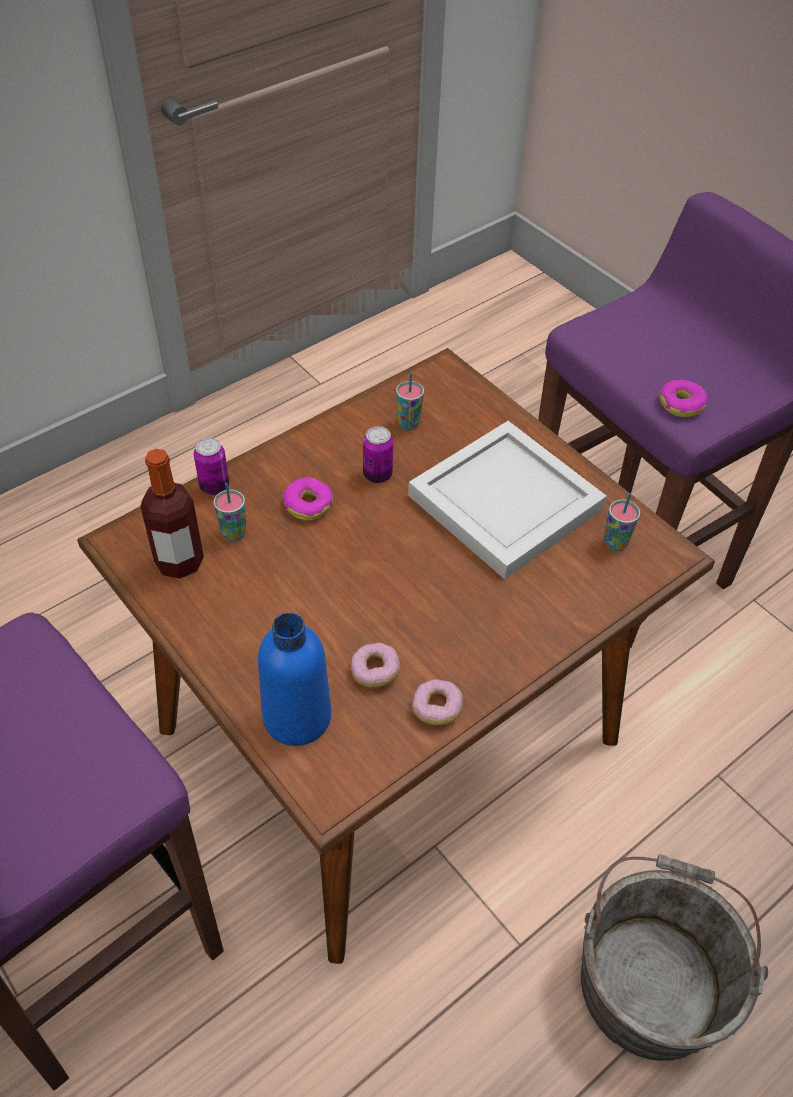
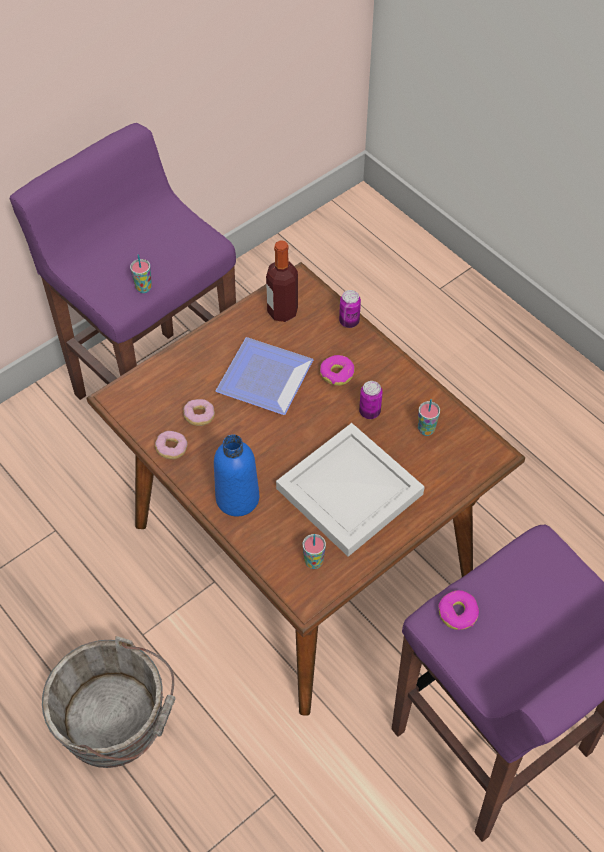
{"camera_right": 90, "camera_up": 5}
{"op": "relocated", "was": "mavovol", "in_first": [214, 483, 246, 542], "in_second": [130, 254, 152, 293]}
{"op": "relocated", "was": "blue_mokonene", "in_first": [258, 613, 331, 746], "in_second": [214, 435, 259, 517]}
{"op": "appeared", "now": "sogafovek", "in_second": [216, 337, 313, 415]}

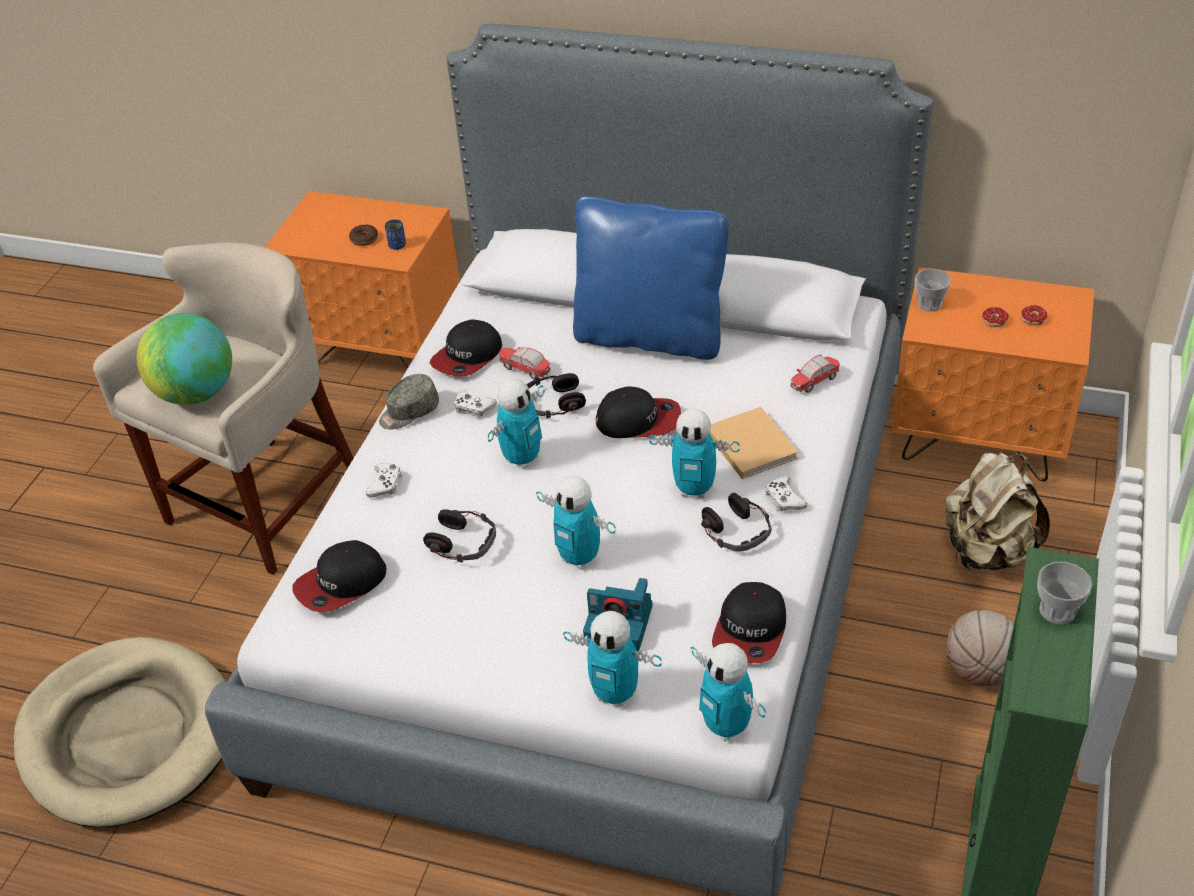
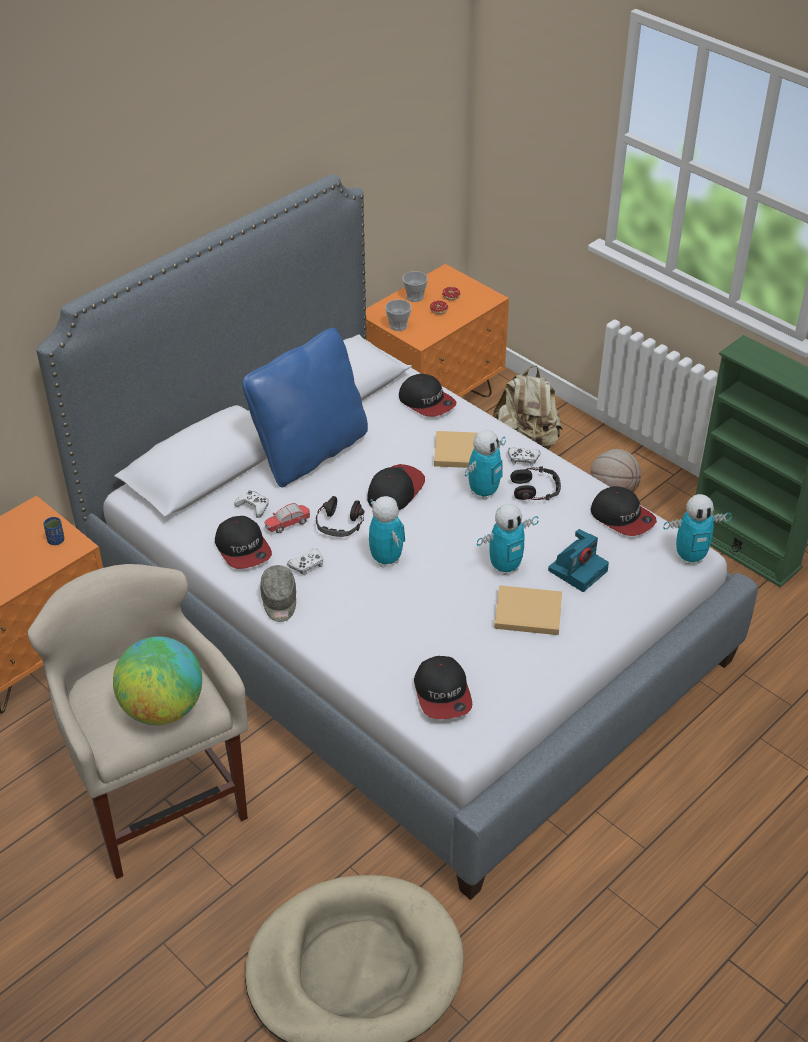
{"camera_right": -65, "camera_up": 0}
{"op": "relocated", "was": "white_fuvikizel", "in_first": [366, 463, 402, 497], "in_second": [234, 490, 269, 518]}
{"op": "exchanged", "was": "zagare", "now": "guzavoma", "in_first": [790, 355, 840, 393], "in_second": [399, 374, 456, 417]}
{"op": "relocated", "was": "mavovol", "in_first": [1038, 562, 1092, 624], "in_second": [402, 271, 428, 302]}
{"op": "appeared", "now": "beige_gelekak", "in_second": [494, 585, 562, 635]}
{"op": "missing", "was": "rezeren", "in_first": [349, 224, 378, 246]}
{"op": "missing", "was": "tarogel", "in_first": [423, 509, 496, 563]}
{"op": "missing", "was": "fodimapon", "in_first": [563, 611, 662, 707]}

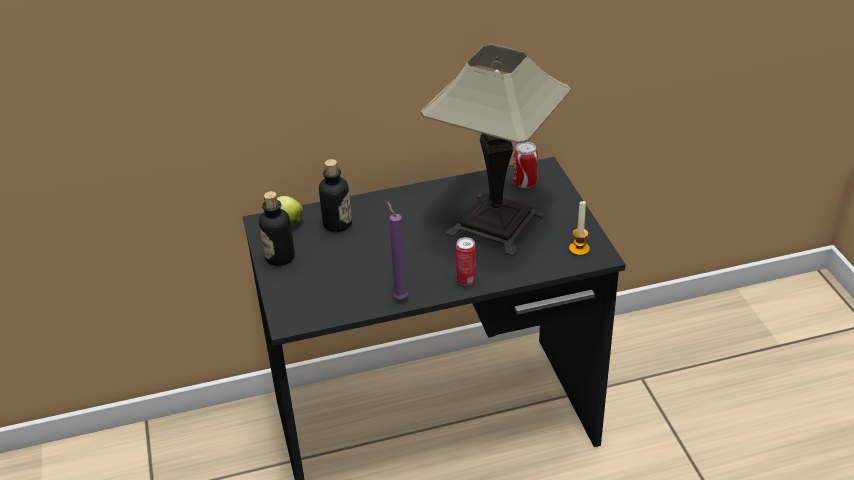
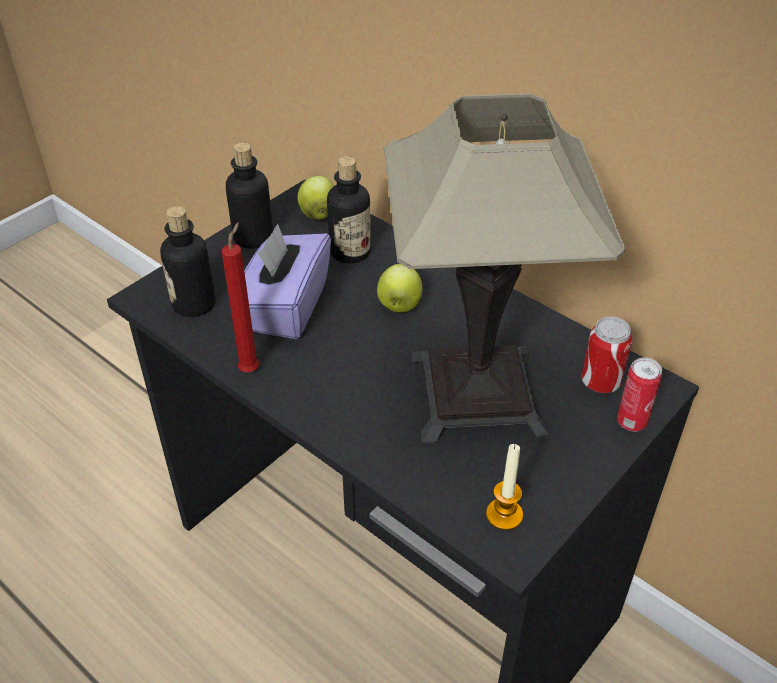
{"camera_right": 55, "camera_up": 5}
{"op": "appeared", "now": "mokonene", "in_second": [160, 206, 215, 317]}
{"op": "colour", "was": "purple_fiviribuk", "now": "red_fiviribuk", "in_first": [387, 201, 408, 299], "in_second": [221, 222, 259, 372]}
{"op": "appeared", "now": "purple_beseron", "in_second": [244, 223, 331, 339]}
{"op": "appeared", "now": "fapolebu", "in_second": [377, 264, 422, 313]}
{"op": "relocated", "was": "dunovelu", "in_first": [456, 237, 476, 285], "in_second": [617, 358, 662, 432]}

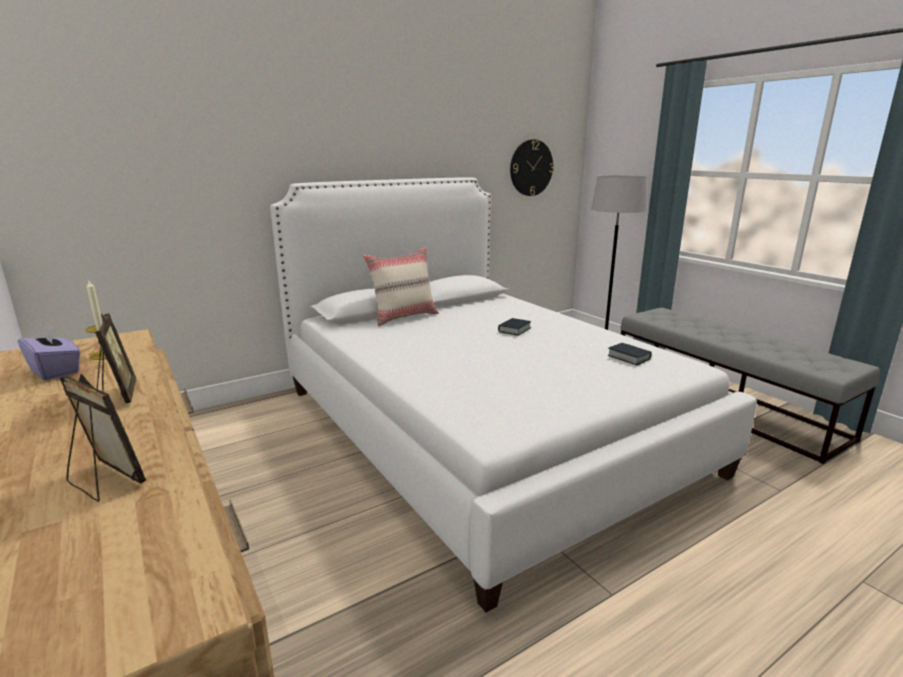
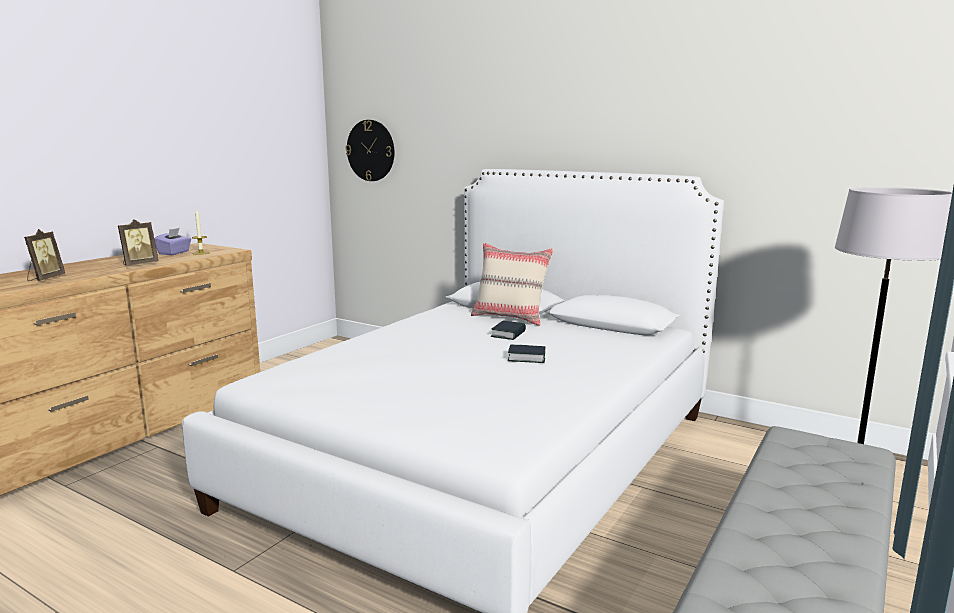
{"camera_right": 65, "camera_up": -5}
{"op": "relocated", "was": "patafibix", "in_first": [510, 139, 554, 196], "in_second": [346, 120, 394, 181]}
{"op": "relocated", "was": "gelekak", "in_first": [607, 343, 652, 365], "in_second": [491, 321, 526, 340]}

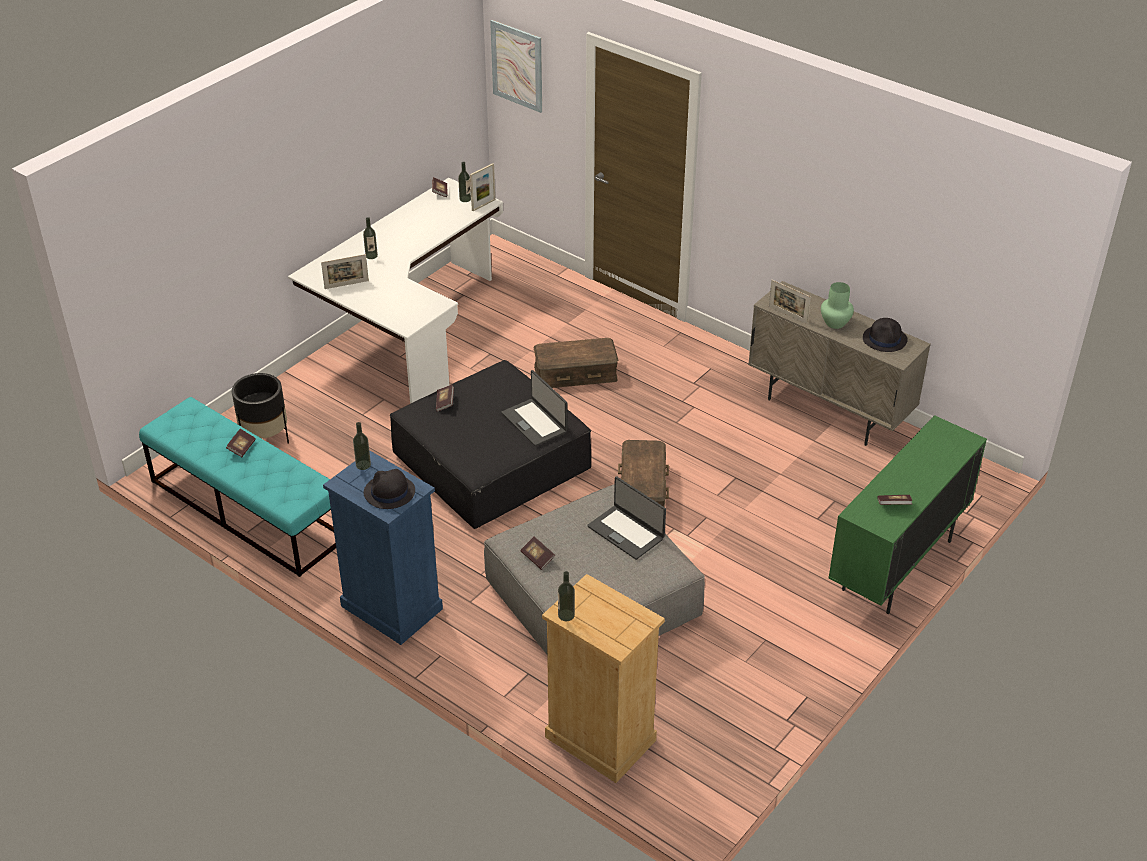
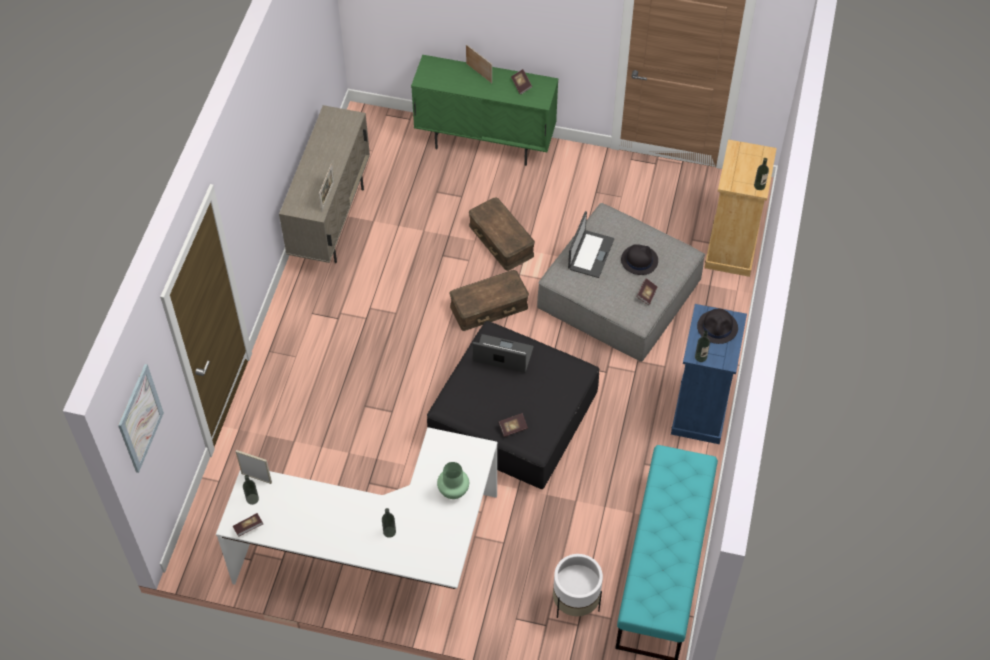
{"camera_right": -115, "camera_up": 15}
{"op": "relocated", "was": "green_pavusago", "in_first": [821, 282, 854, 329], "in_second": [437, 462, 469, 499]}
{"op": "relocated", "was": "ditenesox", "in_first": [321, 254, 369, 289], "in_second": [466, 44, 492, 83]}
{"op": "relocated", "was": "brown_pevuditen", "in_first": [533, 338, 618, 388], "in_second": [469, 198, 535, 271]}
{"op": "spun", "was": "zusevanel", "in_first": [501, 370, 567, 446], "in_second": [472, 334, 534, 373], "clockwise": -105}
{"op": "colour", "was": "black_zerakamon", "now": "white_zerakamon", "in_first": [232, 373, 289, 444], "in_second": [553, 554, 603, 618]}
{"op": "relocated", "was": "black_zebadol", "in_first": [863, 318, 908, 352], "in_second": [621, 244, 658, 275]}
{"op": "missing", "was": "gelekak", "in_first": [226, 429, 256, 457]}

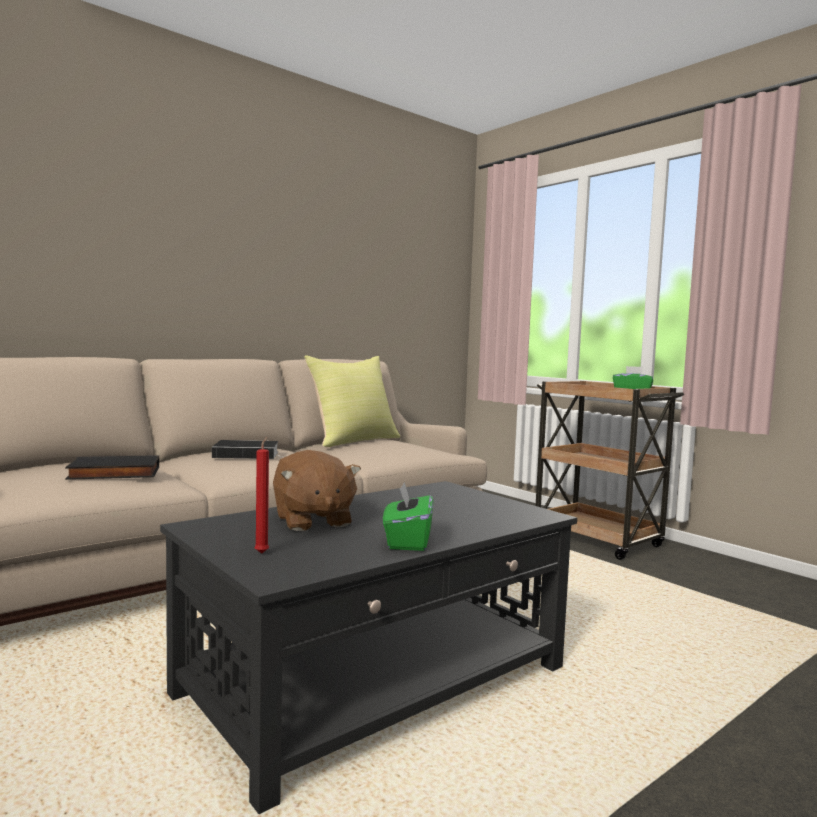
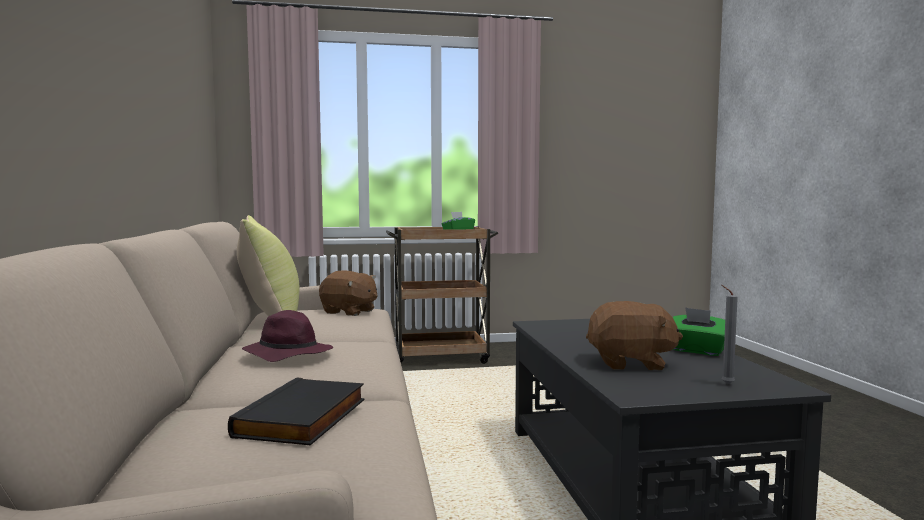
{"camera_right": -60, "camera_up": 0}
{"op": "exchanged", "was": "gelekak", "now": "purple_zebadol", "in_first": [212, 440, 282, 459], "in_second": [242, 310, 333, 362]}
{"op": "appeared", "now": "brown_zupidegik", "in_second": [319, 271, 377, 316]}
{"op": "colour", "was": "red_fiviribuk", "now": "grey_fiviribuk", "in_first": [254, 437, 269, 554], "in_second": [721, 285, 738, 384]}

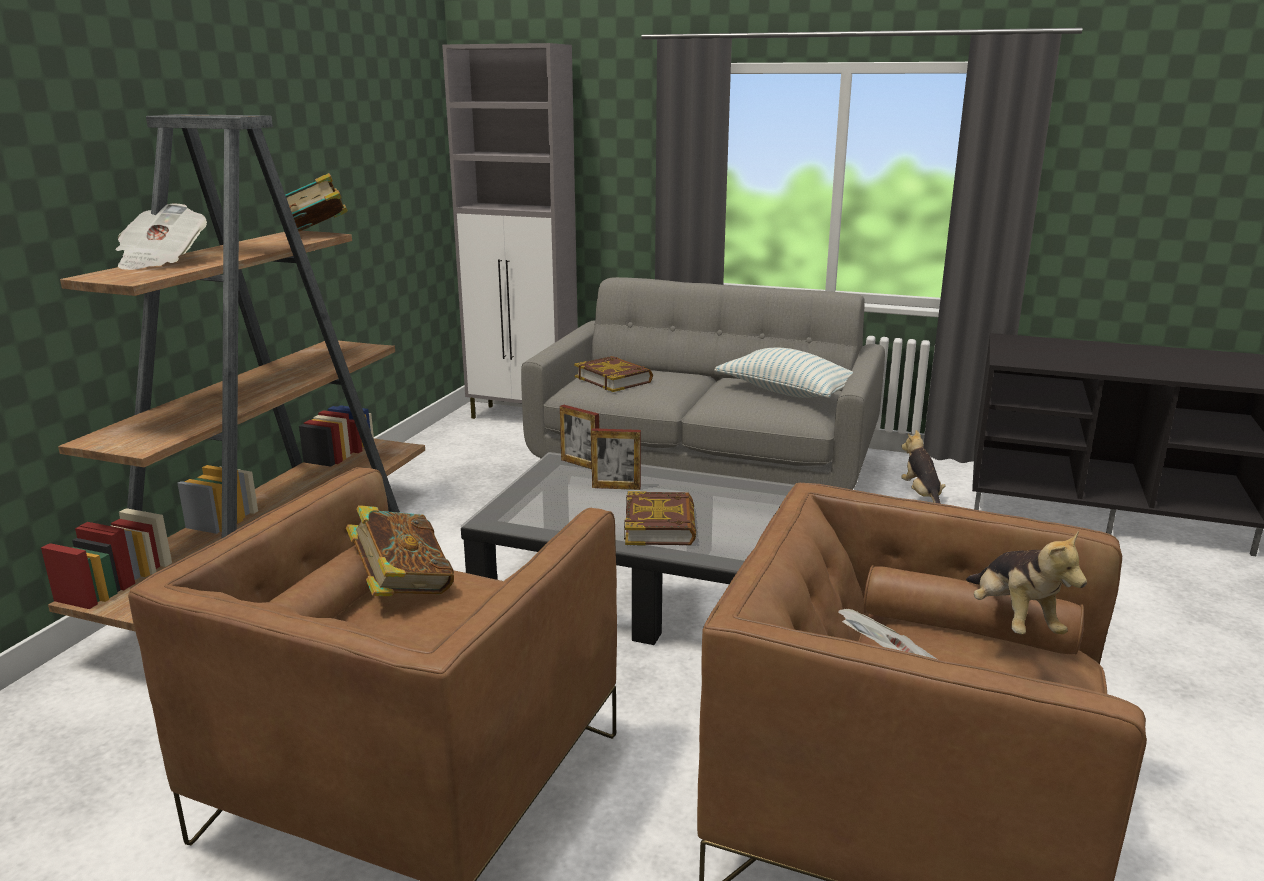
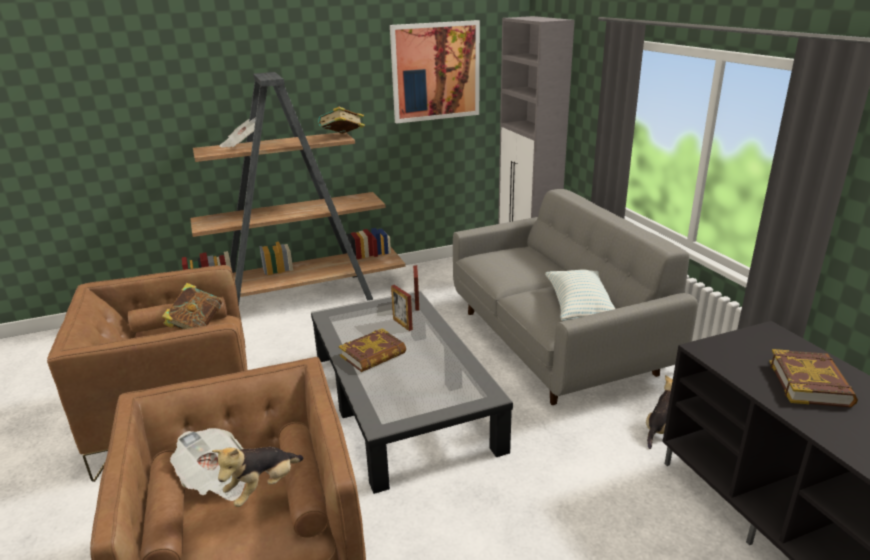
{"camera_right": 50, "camera_up": 5}
{"op": "appeared", "now": "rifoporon", "in_second": [390, 20, 480, 124]}
{"op": "relocated", "was": "gelekak", "in_first": [574, 356, 653, 392], "in_second": [769, 349, 858, 407]}

